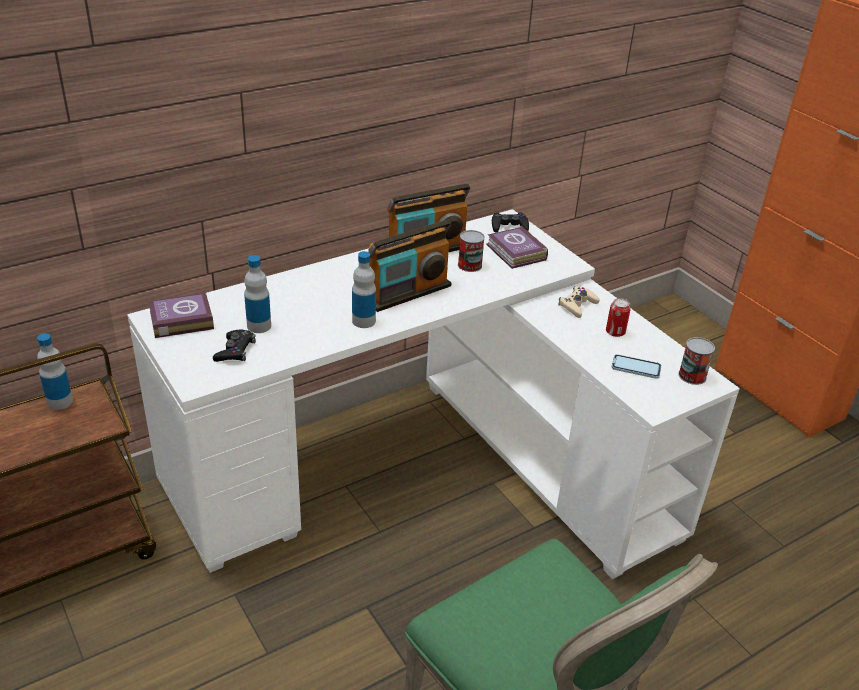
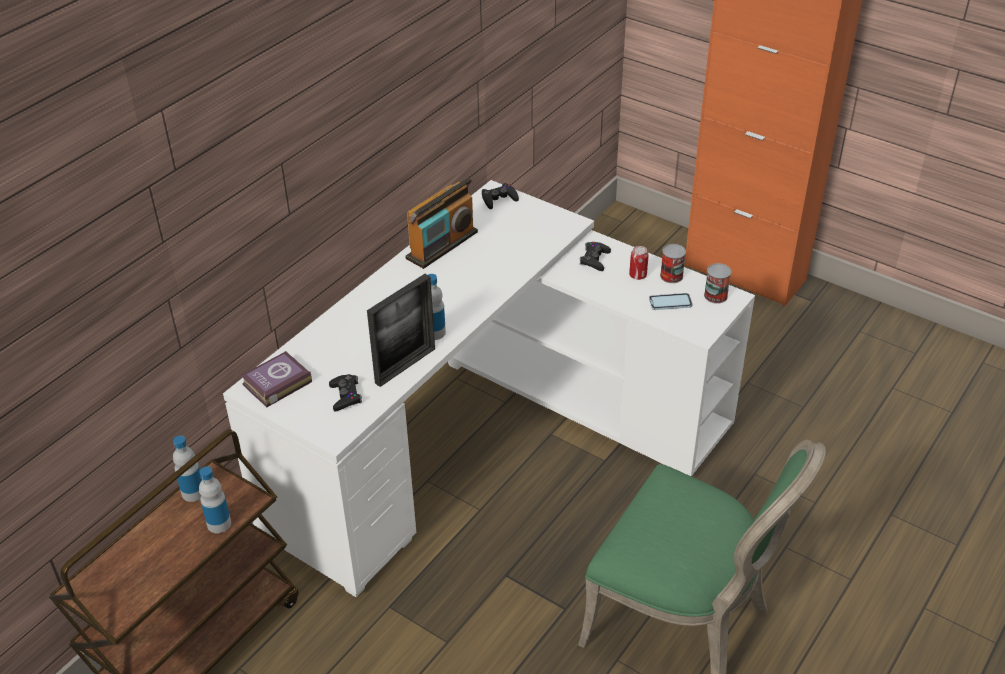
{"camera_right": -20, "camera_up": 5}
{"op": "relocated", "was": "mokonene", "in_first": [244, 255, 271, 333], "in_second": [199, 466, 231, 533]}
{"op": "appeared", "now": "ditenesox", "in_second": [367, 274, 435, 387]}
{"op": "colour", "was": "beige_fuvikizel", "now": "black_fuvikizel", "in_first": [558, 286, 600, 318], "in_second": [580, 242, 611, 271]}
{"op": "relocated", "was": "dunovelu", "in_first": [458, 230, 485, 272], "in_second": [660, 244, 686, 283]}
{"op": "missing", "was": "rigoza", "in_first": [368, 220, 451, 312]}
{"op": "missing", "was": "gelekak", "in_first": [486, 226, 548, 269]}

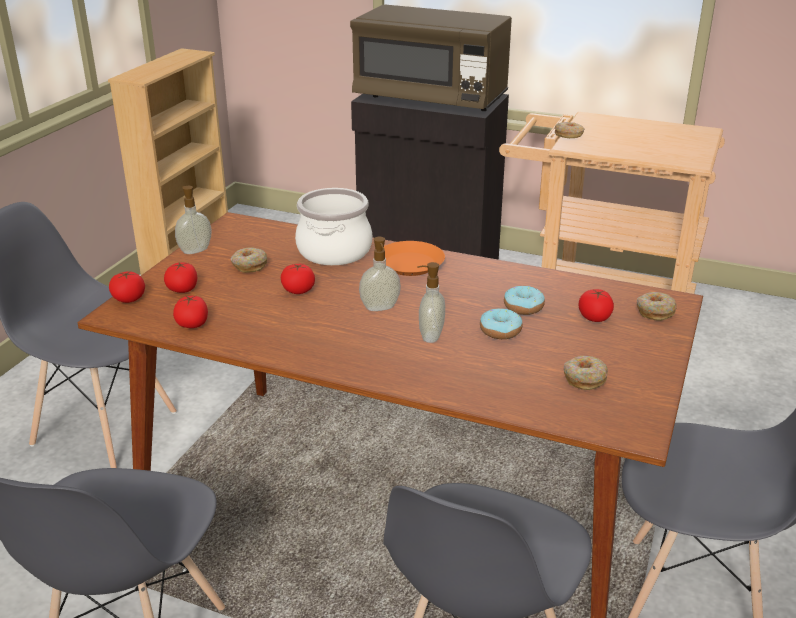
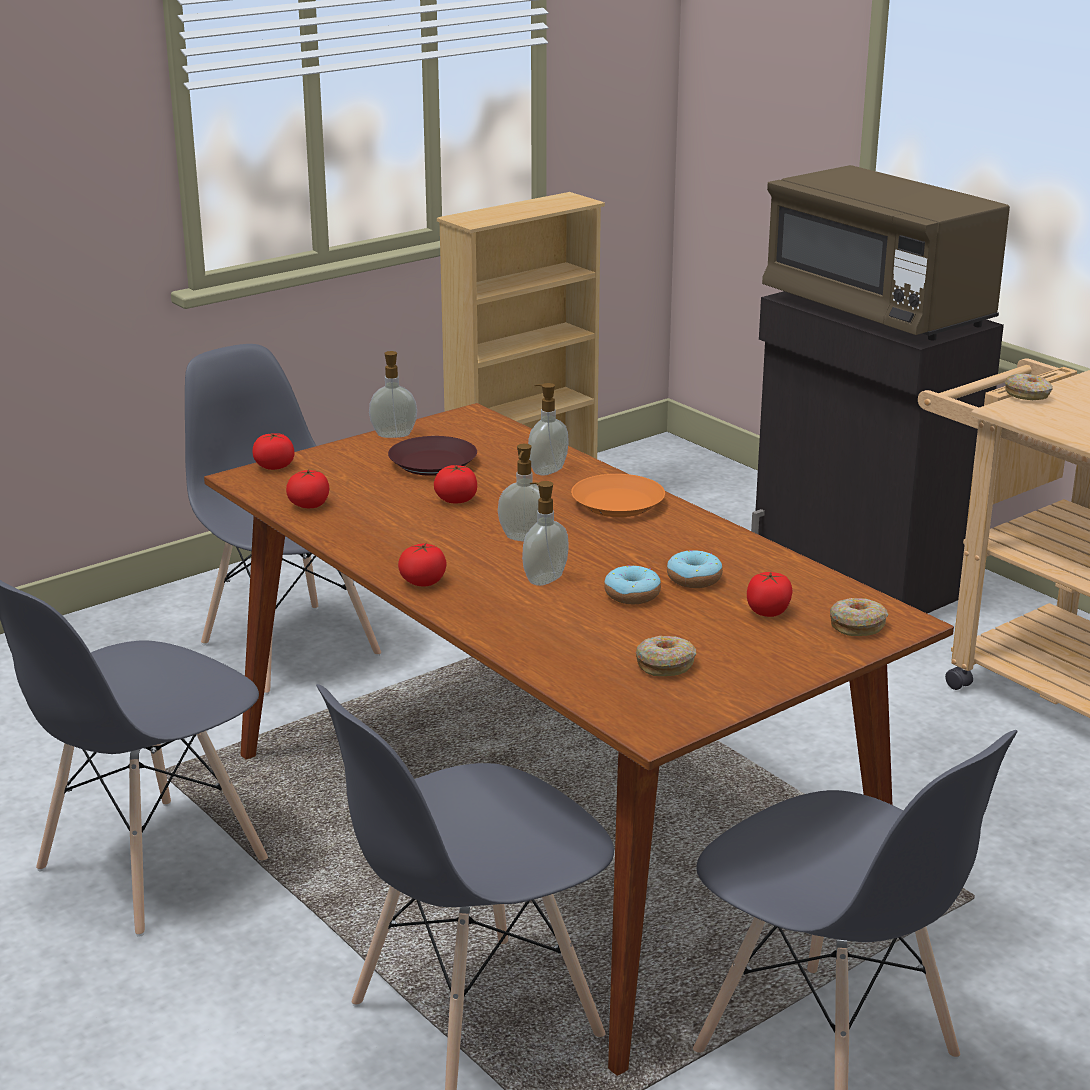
{"camera_right": 30, "camera_up": -5}
{"op": "exchanged", "was": "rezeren", "now": "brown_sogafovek", "in_first": [231, 247, 267, 273], "in_second": [388, 436, 477, 476]}
{"op": "relocated", "was": "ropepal", "in_first": [164, 262, 197, 293], "in_second": [398, 542, 447, 586]}
{"op": "exchanged", "was": "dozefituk", "now": "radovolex", "in_first": [295, 188, 372, 265], "in_second": [528, 383, 569, 475]}

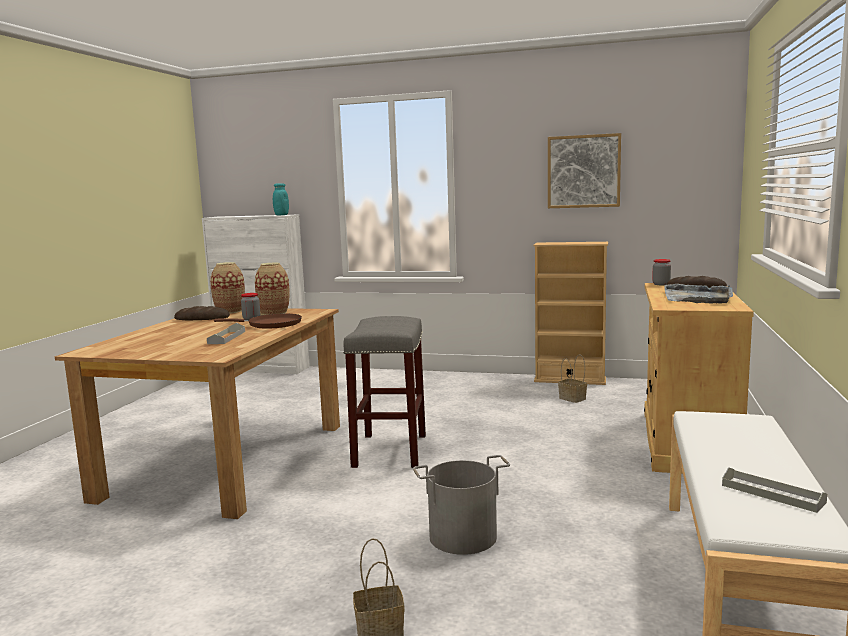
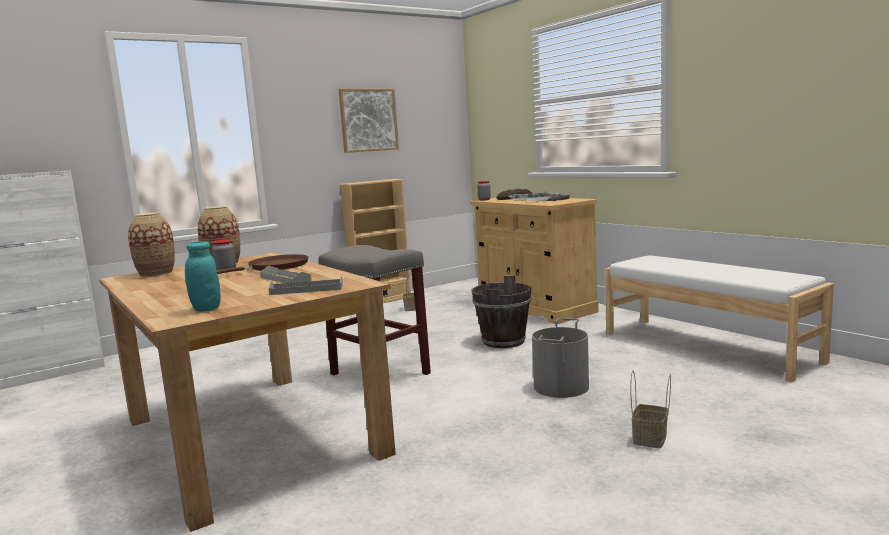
{"camera_right": -50, "camera_up": 0}
{"op": "relocated", "was": "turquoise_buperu", "in_first": [273, 183, 289, 215], "in_second": [185, 241, 221, 312]}
{"op": "relocated", "was": "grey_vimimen", "in_first": [722, 467, 827, 513], "in_second": [269, 275, 343, 295]}
{"op": "appeared", "now": "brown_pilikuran", "in_second": [472, 276, 532, 348]}
{"op": "missing", "was": "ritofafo", "in_first": [174, 306, 230, 320]}

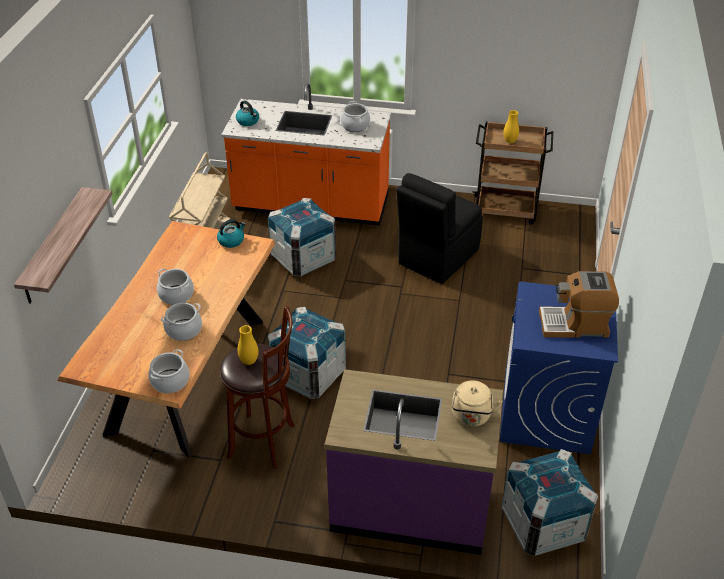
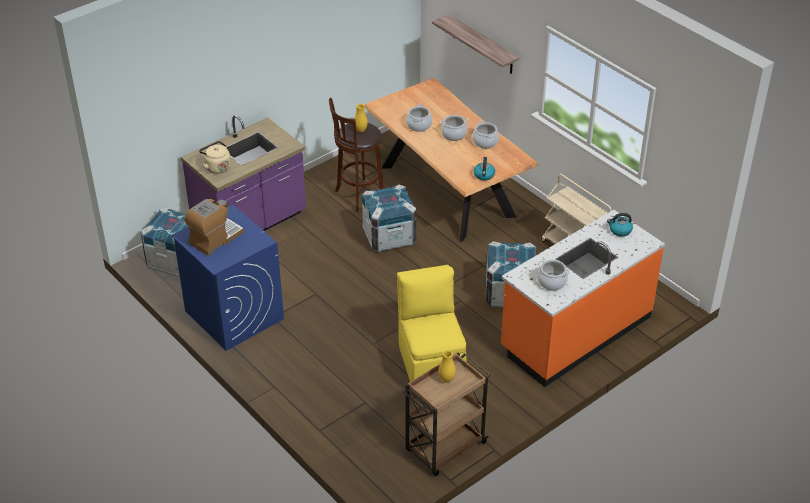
{"camera_right": 130, "camera_up": 0}
{"op": "colour", "was": "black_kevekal", "now": "yellow_kevekal", "in_first": [396, 173, 483, 284], "in_second": [397, 265, 467, 382]}
{"op": "relocated", "was": "dozefituk", "in_first": [148, 349, 189, 393], "in_second": [472, 120, 499, 148]}

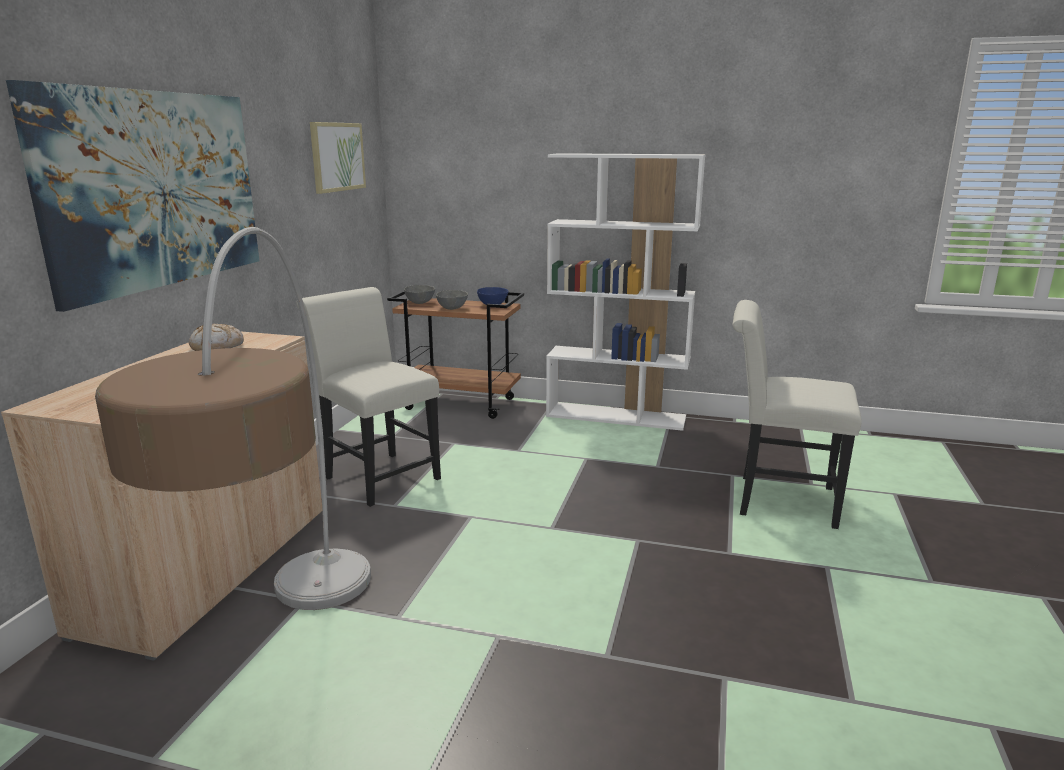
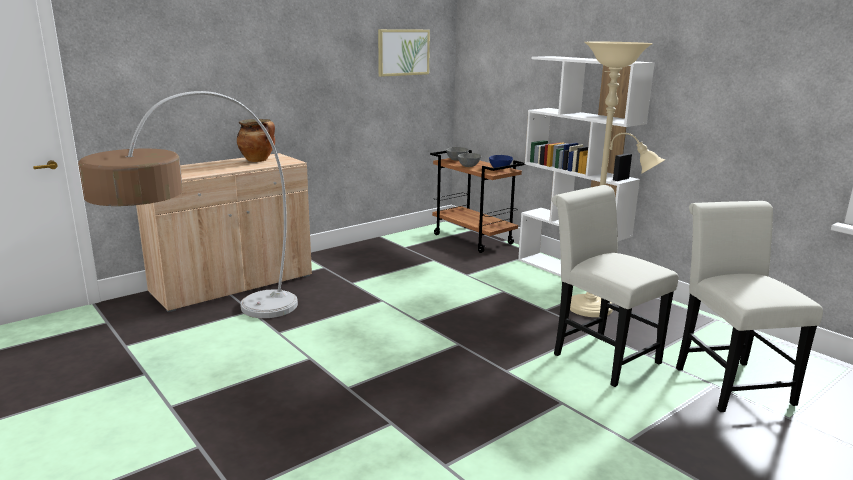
{"camera_right": 35, "camera_up": 0}
{"op": "exchanged", "was": "ritofafo", "now": "dozefituk", "in_first": [189, 324, 244, 351], "in_second": [237, 119, 275, 162]}
{"op": "appeared", "now": "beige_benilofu", "in_second": [570, 41, 666, 317]}
{"op": "relocated", "was": "white_kevekal", "in_first": [297, 287, 441, 507], "in_second": [676, 201, 823, 412]}
{"op": "missing", "was": "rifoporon", "in_first": [6, 80, 259, 312]}

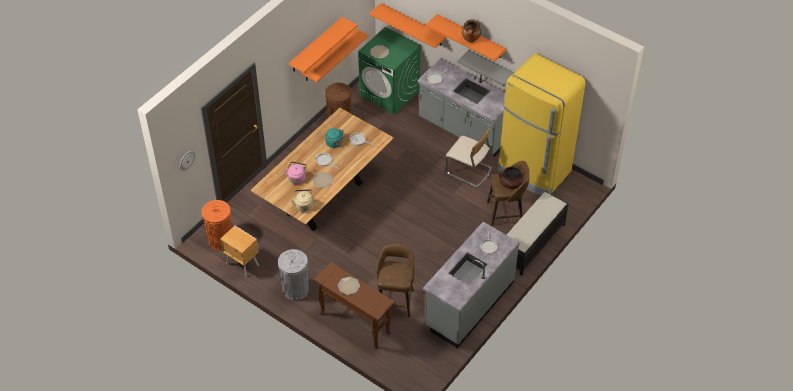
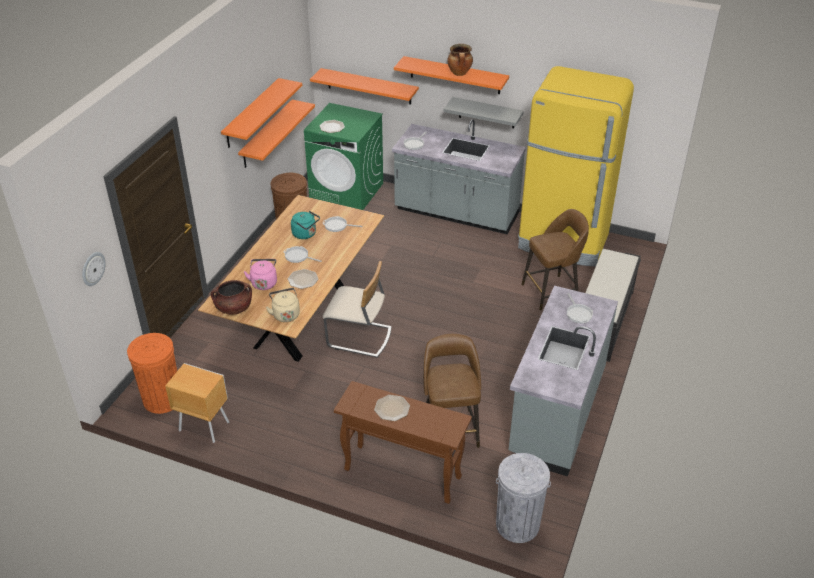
{"camera_right": -15, "camera_up": -10}
{"op": "relocated", "was": "brown_dozefituk", "in_first": [499, 166, 524, 189], "in_second": [211, 280, 252, 315]}
{"op": "relocated", "was": "beige_kevekal", "in_first": [446, 127, 492, 188], "in_second": [323, 261, 391, 358]}
{"op": "relocated", "was": "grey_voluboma", "in_first": [278, 249, 309, 301], "in_second": [496, 453, 551, 543]}

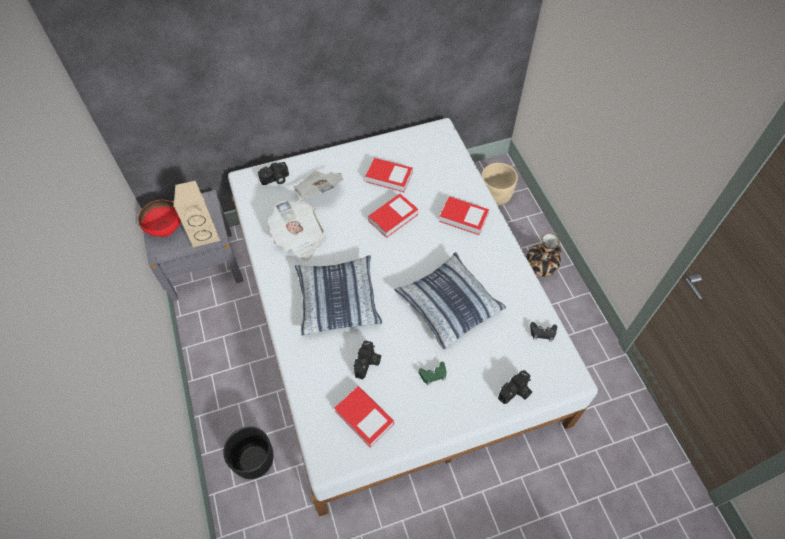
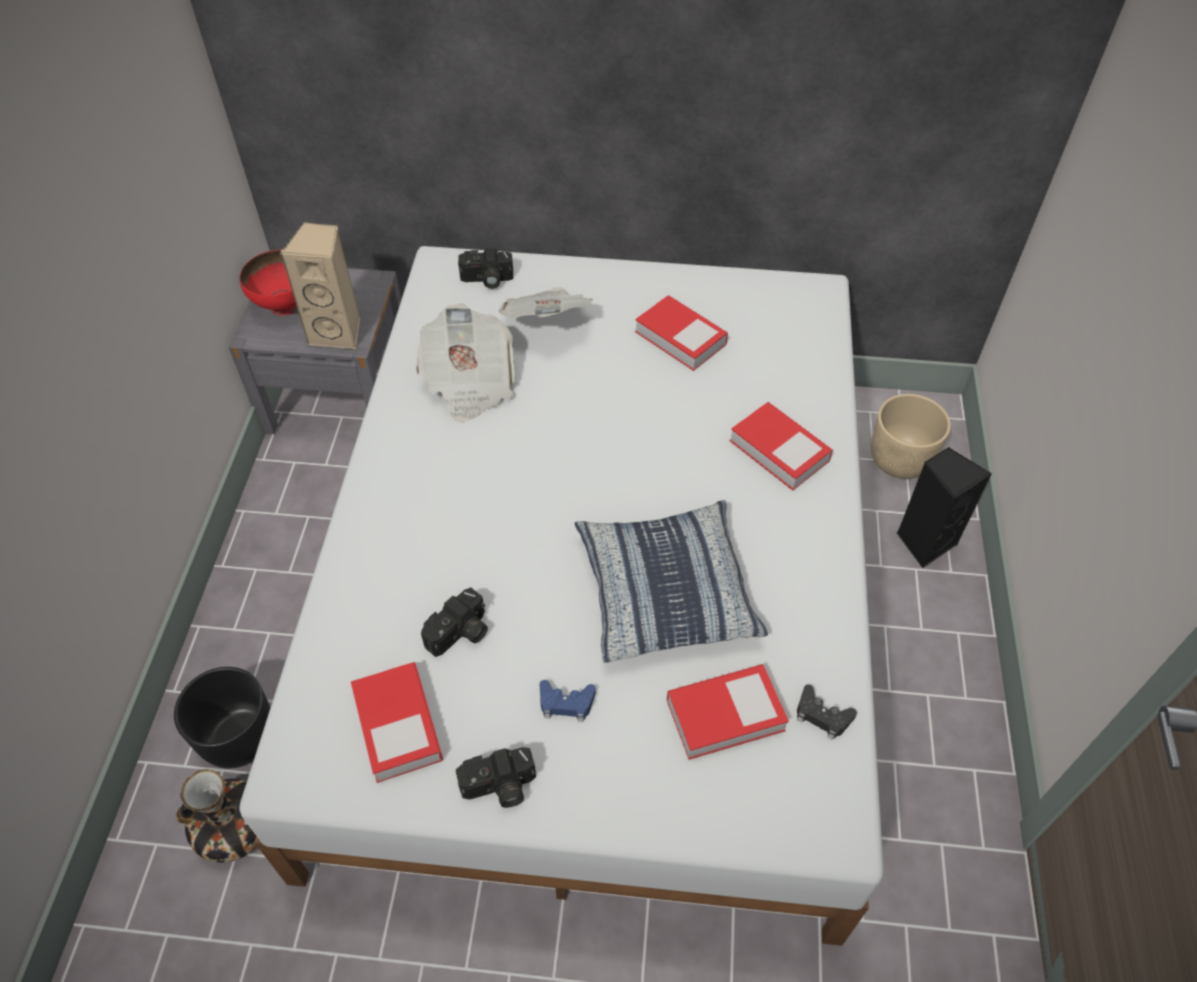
{"camera_right": 25, "camera_up": -5}
{"op": "relocated", "was": "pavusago", "in_first": [526, 233, 561, 277], "in_second": [175, 769, 257, 863]}
{"op": "relocated", "was": "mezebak", "in_first": [498, 370, 532, 404], "in_second": [456, 747, 536, 808]}
{"op": "colour", "was": "green_fuvikizel", "now": "blue_fuvikizel", "in_first": [418, 362, 447, 385], "in_second": [539, 680, 596, 722]}
{"op": "relocated", "was": "gelekak", "in_first": [368, 194, 418, 238], "in_second": [667, 664, 789, 760]}
{"op": "appeared", "now": "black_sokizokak", "in_second": [897, 447, 992, 568]}
{"op": "missing", "was": "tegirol", "in_first": [295, 255, 382, 335]}

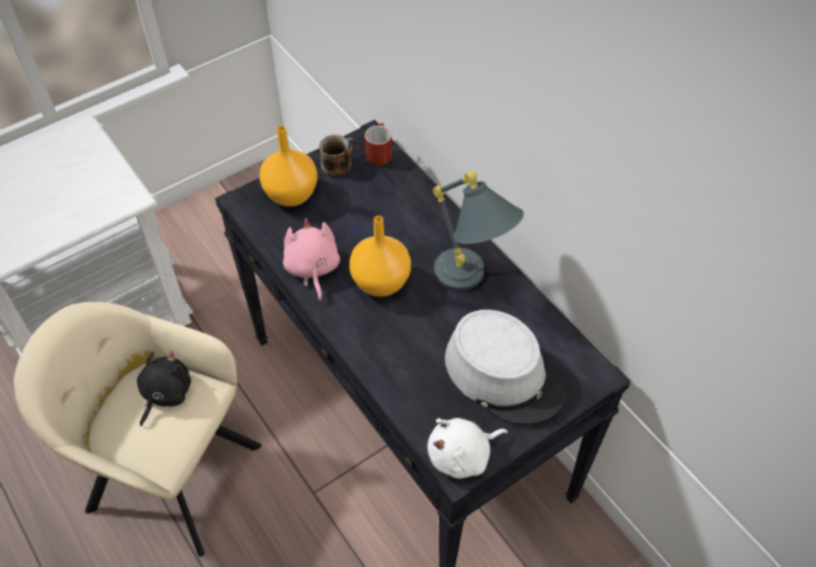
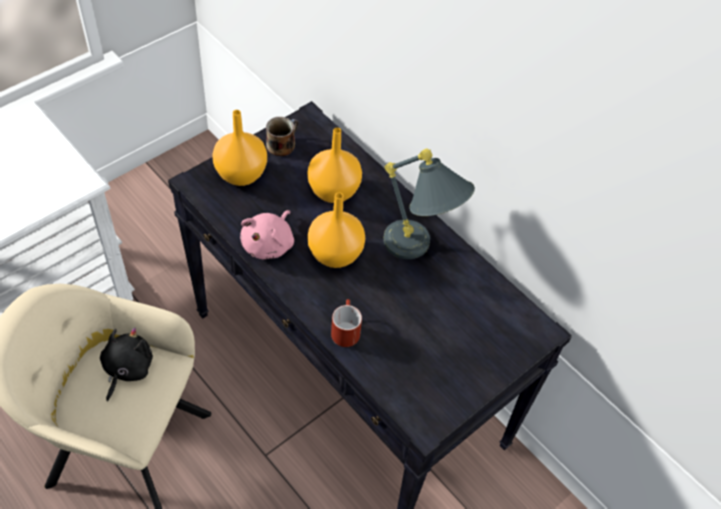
{"camera_right": -10, "camera_up": 0}
{"op": "spun", "was": "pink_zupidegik", "in_first": [283, 218, 340, 301], "in_second": [240, 210, 294, 259], "clockwise": -135}
{"op": "appeared", "now": "orange_pavusago", "in_second": [307, 128, 362, 203]}
{"op": "relocated", "was": "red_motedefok", "in_first": [365, 123, 392, 165], "in_second": [331, 299, 362, 347]}
{"op": "missing", "was": "white_zupidegik", "in_first": [428, 418, 508, 479]}
{"op": "missing", "was": "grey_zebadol", "in_first": [445, 310, 566, 425]}

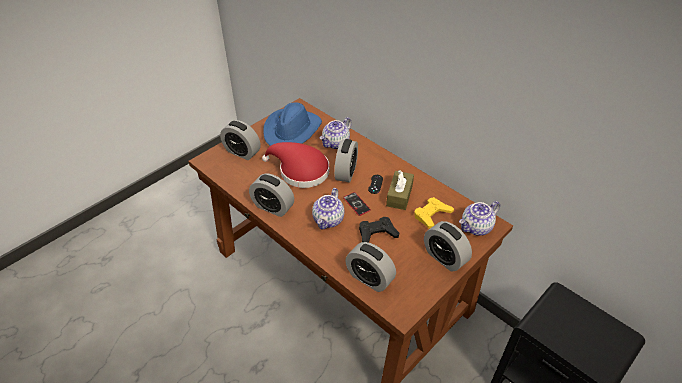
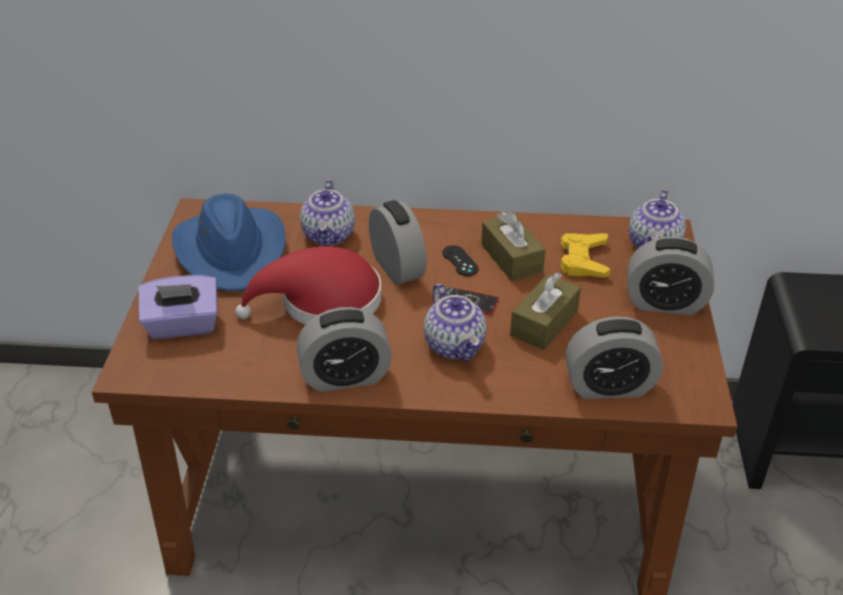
{"camera_right": -40, "camera_up": -5}
{"op": "exchanged", "was": "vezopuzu", "now": "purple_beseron", "in_first": [220, 120, 261, 160], "in_second": [139, 275, 218, 339]}
{"op": "exchanged", "was": "black_fuvikizel", "now": "brown_beseron", "in_first": [359, 217, 399, 243], "in_second": [510, 272, 581, 350]}

